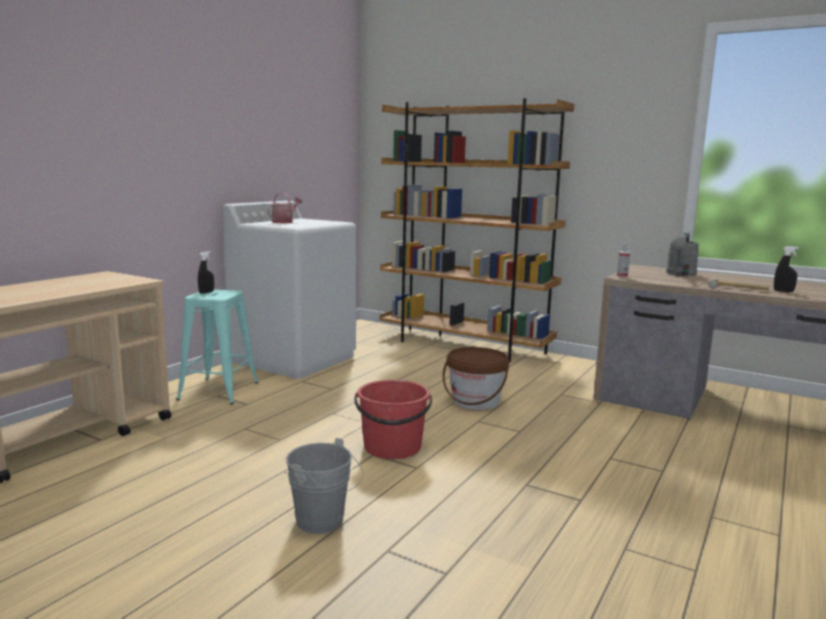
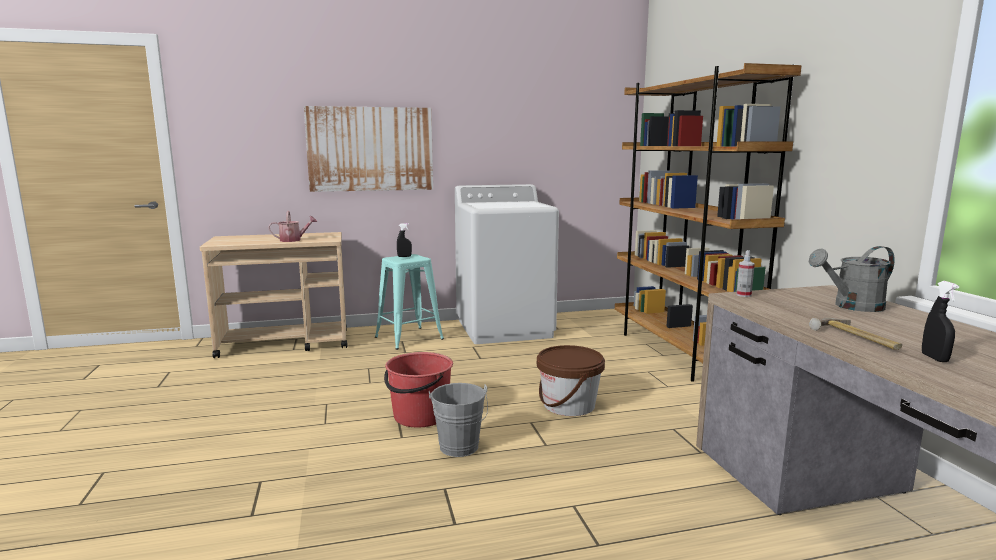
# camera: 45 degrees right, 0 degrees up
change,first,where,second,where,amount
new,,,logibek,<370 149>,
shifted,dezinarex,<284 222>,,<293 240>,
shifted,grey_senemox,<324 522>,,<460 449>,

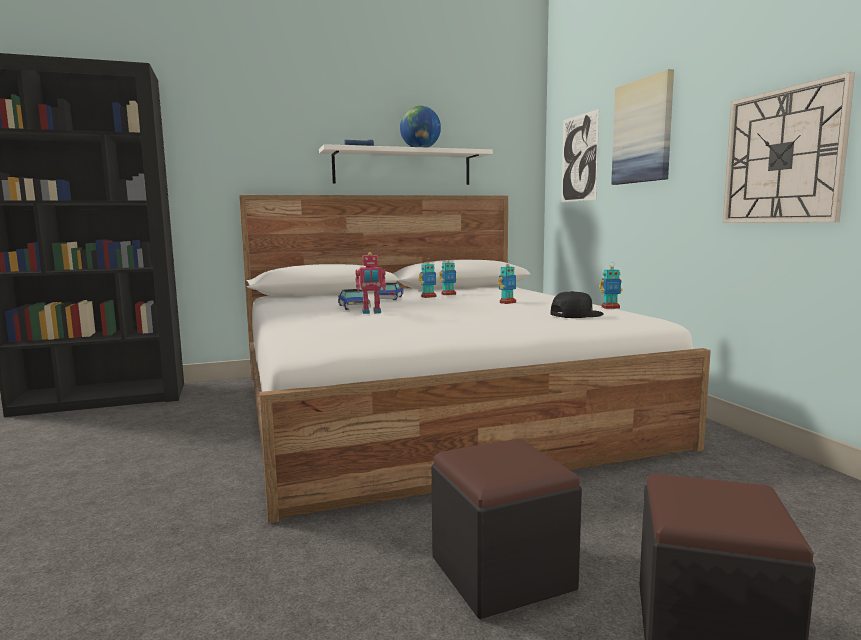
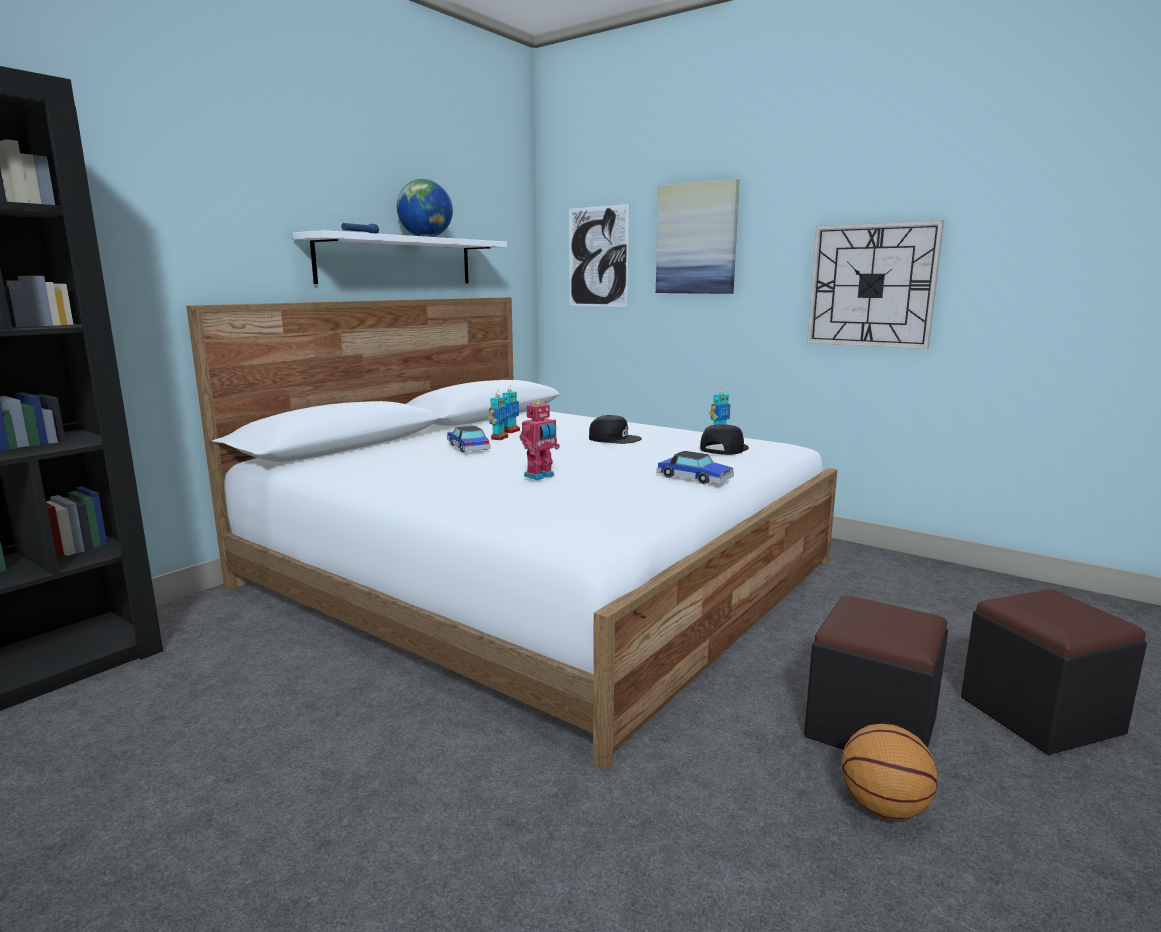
# camera: 35 degrees left, 5 degrees up
change,first,where,second,where,amount
new,,,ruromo,<883 808>,
shifted,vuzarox,<354 307>,,<694 478>,
swapped,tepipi,<507 302>,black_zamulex,<614 438>,

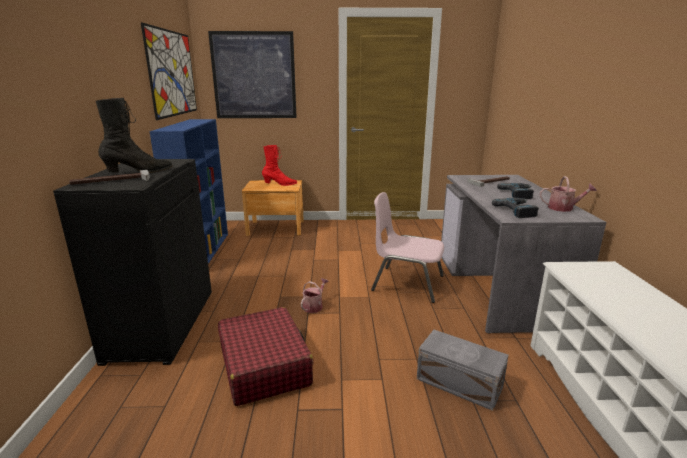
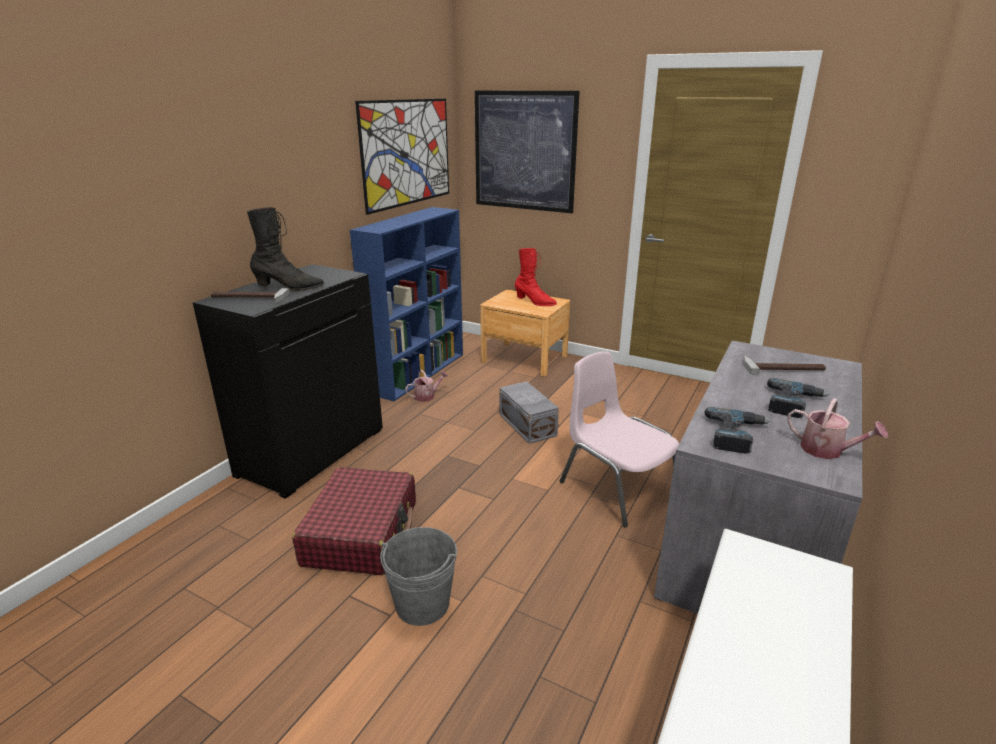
# camera: 30 degrees right, 5 degrees up
change,first,where,second,where,amount
new,,,grey_senemox,<422 604>,
shifted,dezinarex,<314 306>,,<427 396>,
shifted,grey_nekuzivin,<460 384>,,<527 425>,

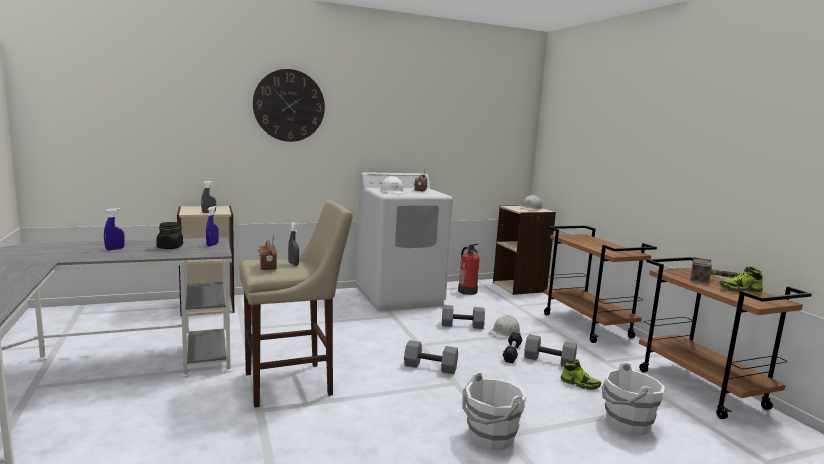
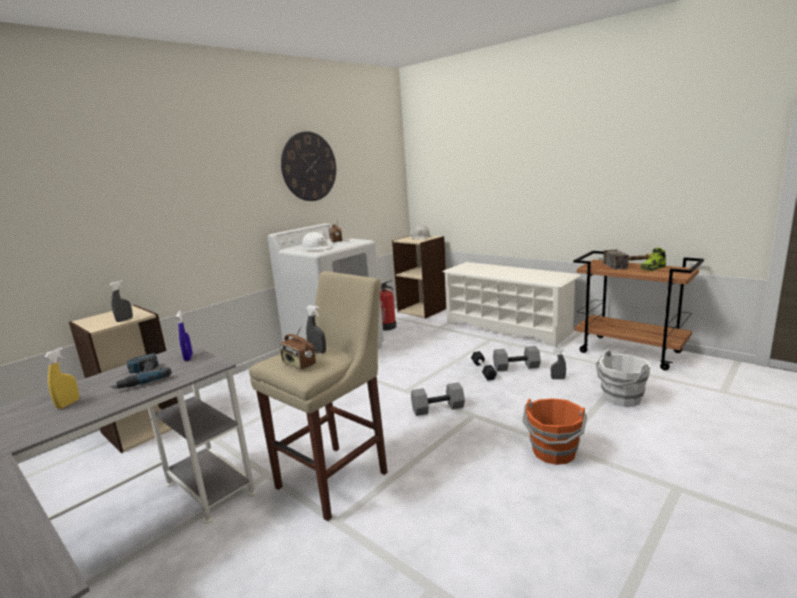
# camera: 25 degrees left, 5 degrees up
change,first,where,second,where,amount
gone,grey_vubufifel,<462 325>,,,
gone,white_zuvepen,<505 332>,,,
shifted,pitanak,<289 105>,,<309 166>,
swapped,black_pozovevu,<170 247>,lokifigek,<141 377>,
swapped,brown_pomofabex,<588 326>,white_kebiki,<508 328>,
swapped,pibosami,<579 384>,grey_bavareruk,<558 379>,
repainted,blue_bavareruk,<115 249>,yellow_bavareruk,<68 404>,
repainted,white_senemox,<490 437>,orange_senemox,<554 452>,

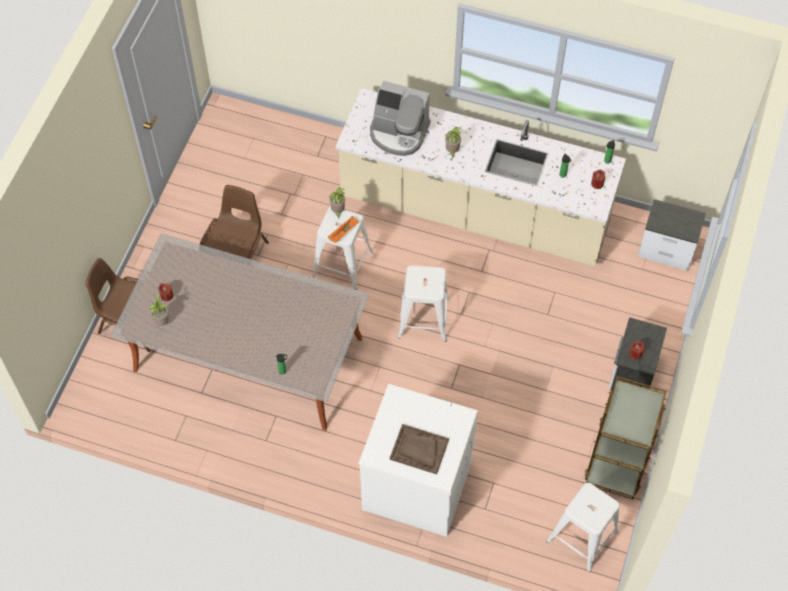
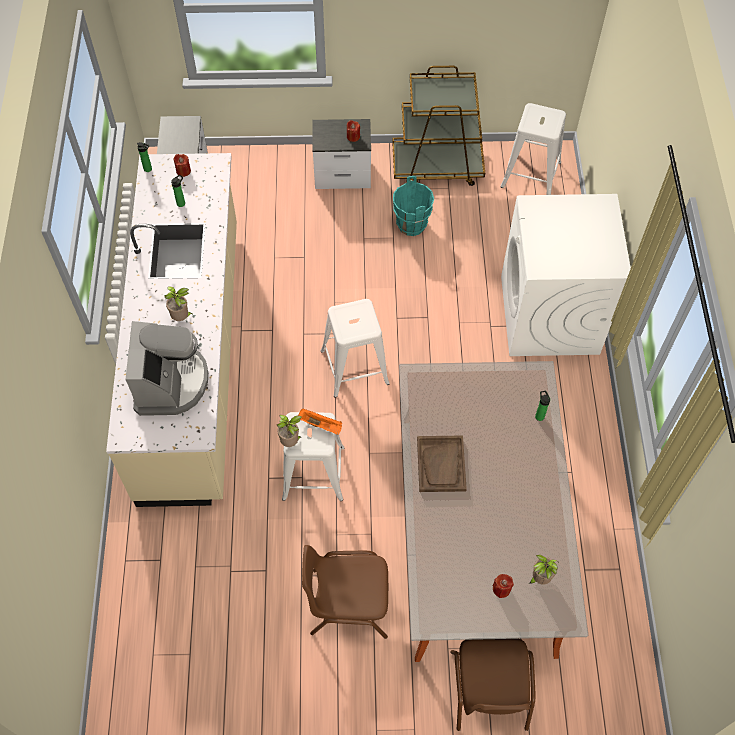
# camera: 110 degrees left, 0 degrees up
change,first,where,second,where,amount
new,,,turquoise_senemox,<411 225>,
shifted,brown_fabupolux,<419 450>,,<441 464>,

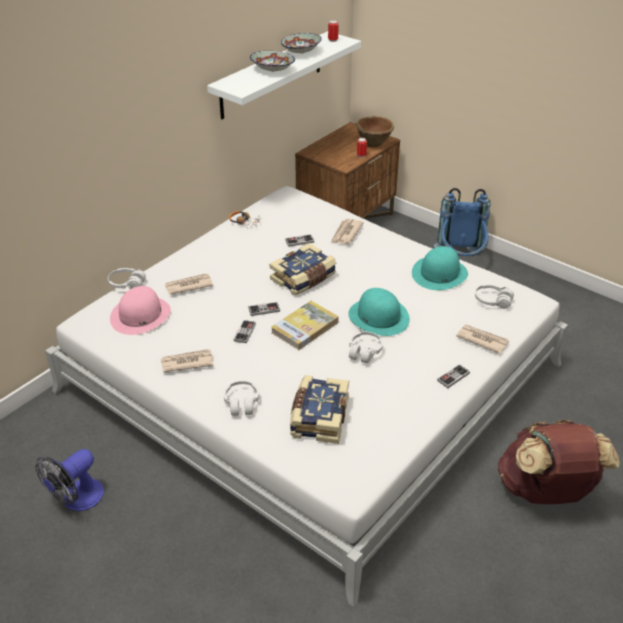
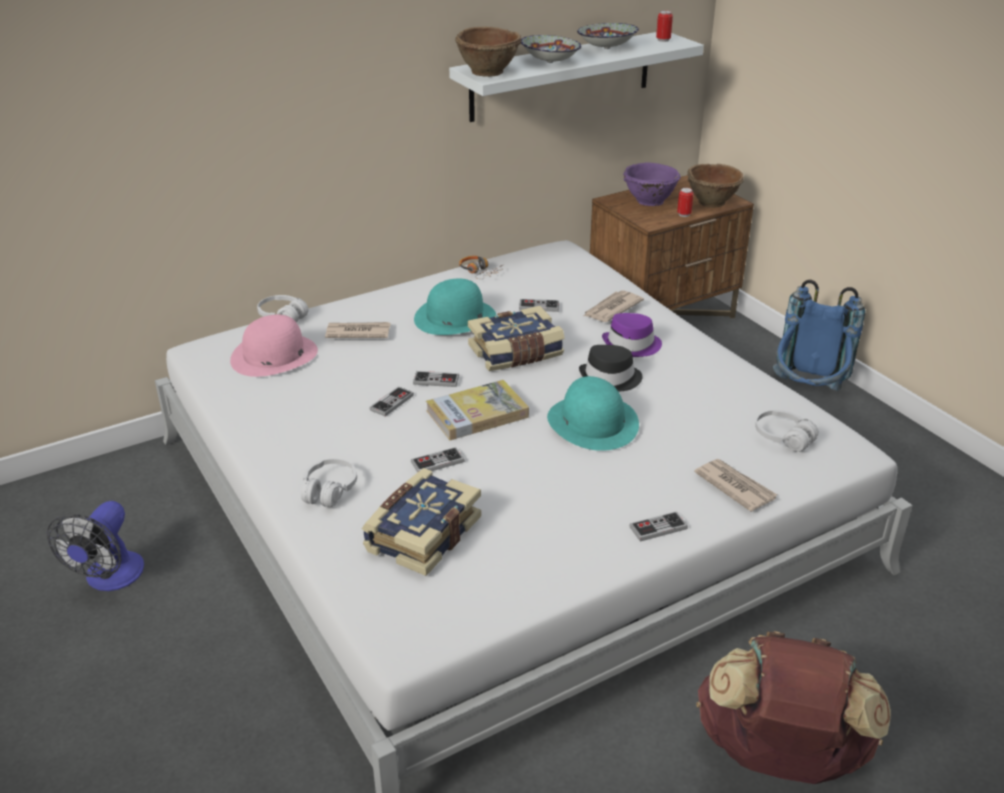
# camera: 20 degrees right, 5 degrees down
change,first,where,second,where,amount
gone,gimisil,<186 362>,,,
gone,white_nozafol,<364 352>,,,
new,,,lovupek,<437 462>,
new,,,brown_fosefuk,<489 72>,
new,,,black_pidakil,<611 378>,
new,,,purple_pidakil,<632 345>,
new,,,purple_fosefuk,<649 201>,
shifted,turquoise_pidakil,<439 273>,,<455 317>,
rotated,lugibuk,<77 500>,,<110 579>,45 degrees counterclockwise

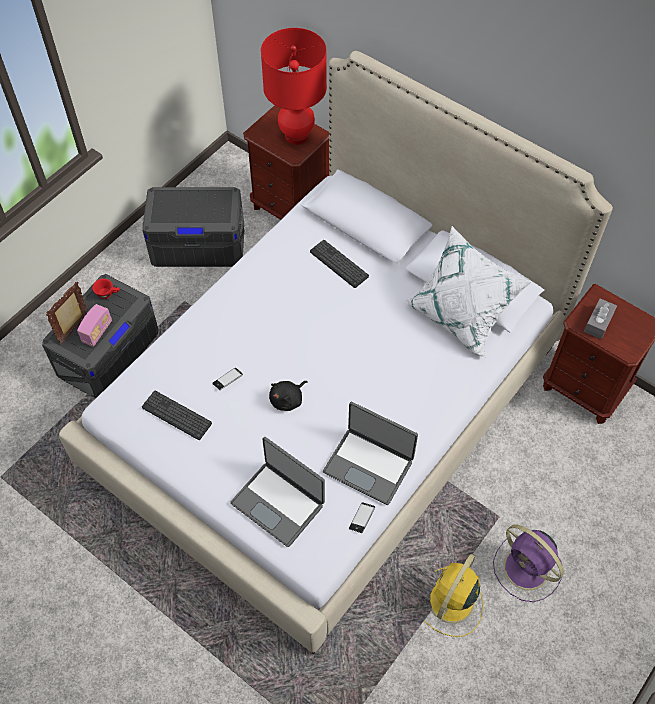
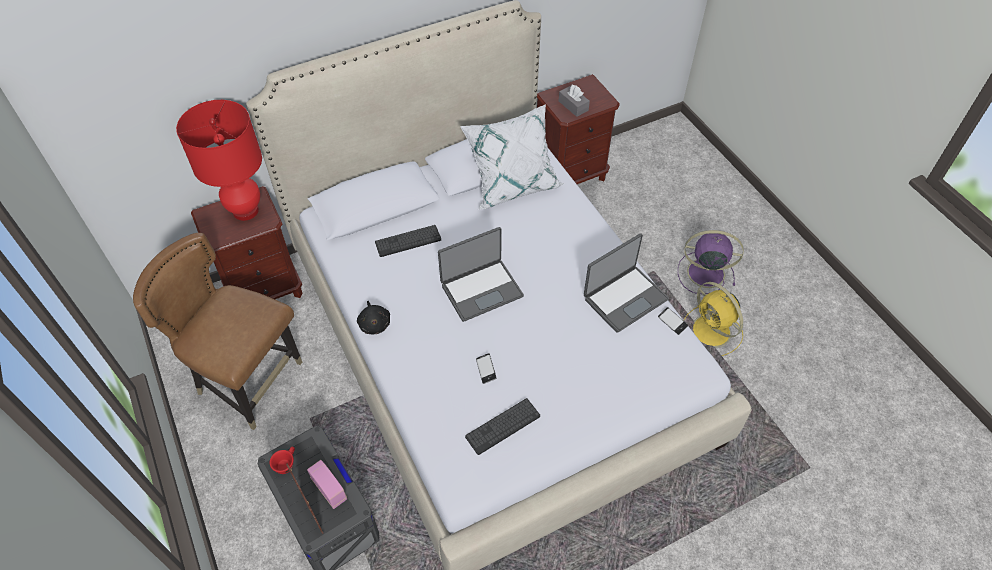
# camera: 65 degrees left, 5 degrees down
change,first,where,second,where,amount
shifted,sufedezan,<279 503>,,<481 289>,
shifted,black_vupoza,<288 399>,,<374 323>,
swapped,grey_nekuzivin,<198 244>,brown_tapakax,<249 381>,
rotated,purple_lugibuk,<528 569>,,<704 273>,150 degrees counterclockwise

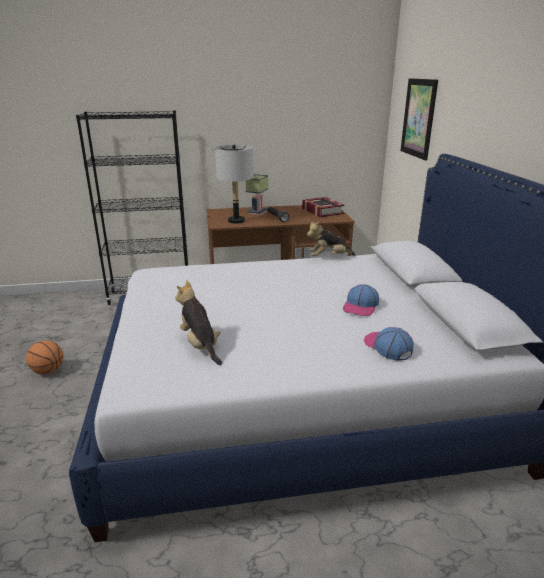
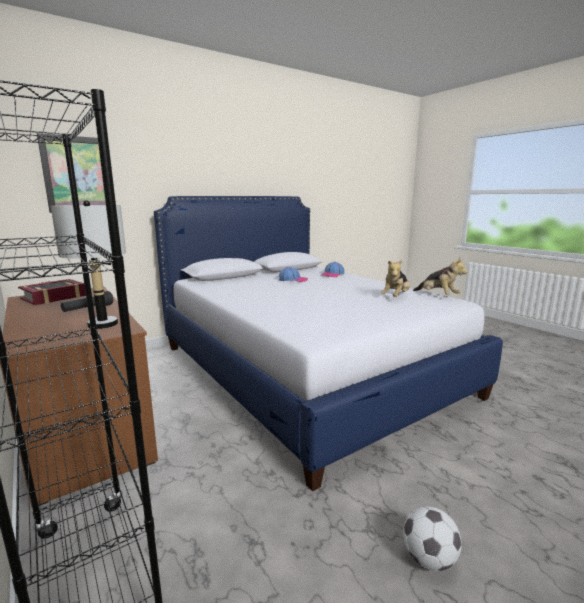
# camera: 115 degrees left, 10 degrees down
change,first,where,second,where,amount
gone,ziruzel,<256 212>,,,
shifted,vupoza,<328 257>,,<437 295>,
swapped,ruromo,<48 371>,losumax,<429 559>,

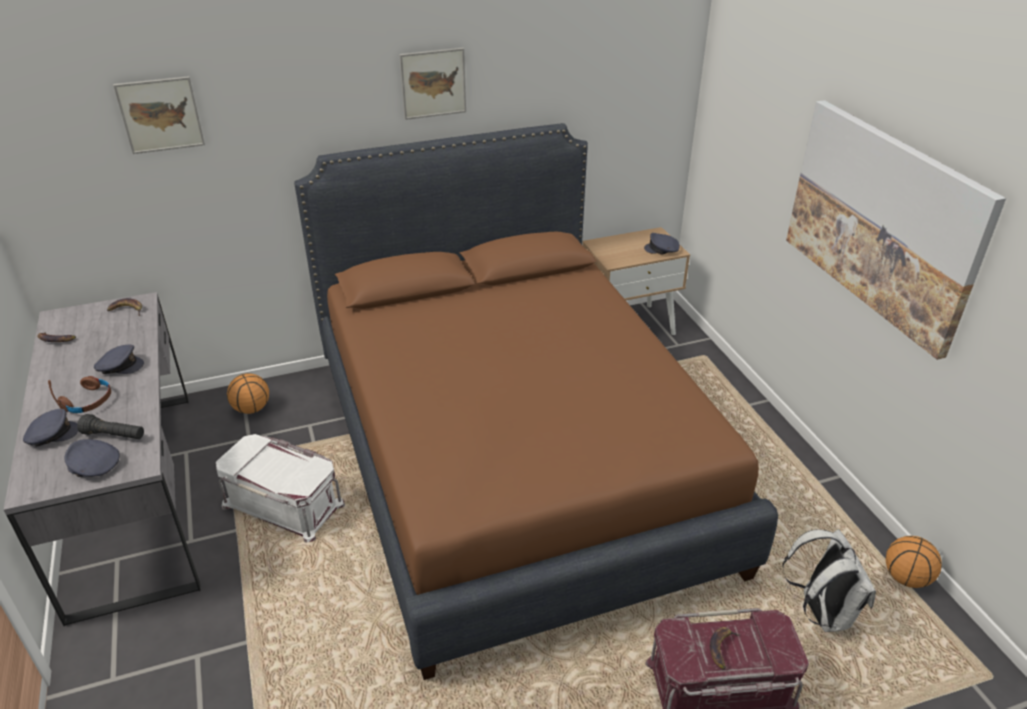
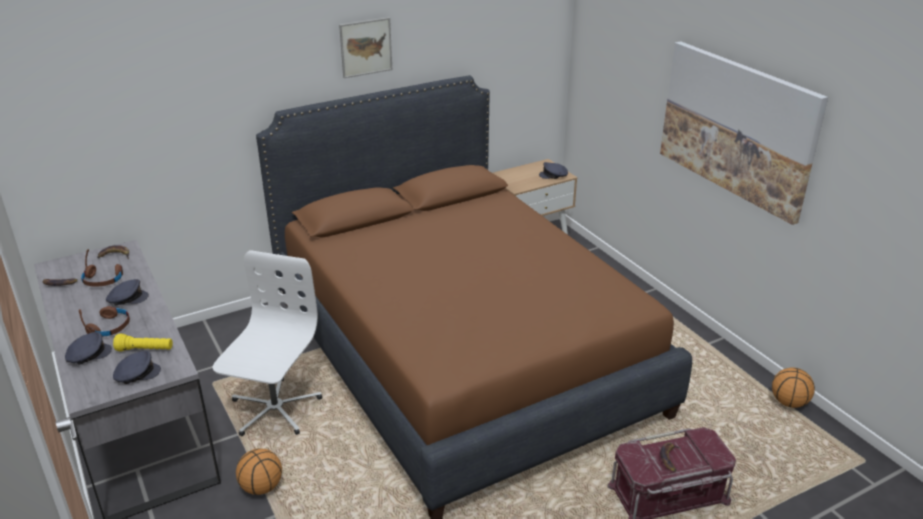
# camera: 10 degrees left, 5 degrees down
change,first,where,second,where,amount
gone,logibek,<160 115>,,,
gone,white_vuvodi,<821 612>,,,
new,,,brown_nozafol,<103 280>,
shifted,ruromo,<252 408>,,<262 487>,
swapped,white_nekuzivin,<284 504>,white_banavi,<274 409>,
repainted,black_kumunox,<114 435>,yellow_kumunox,<145 350>,
rotated,grey_zamulex,<93 466>,,<136 374>,150 degrees clockwise

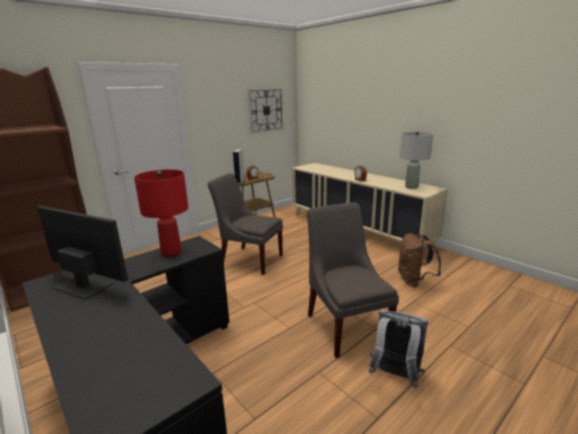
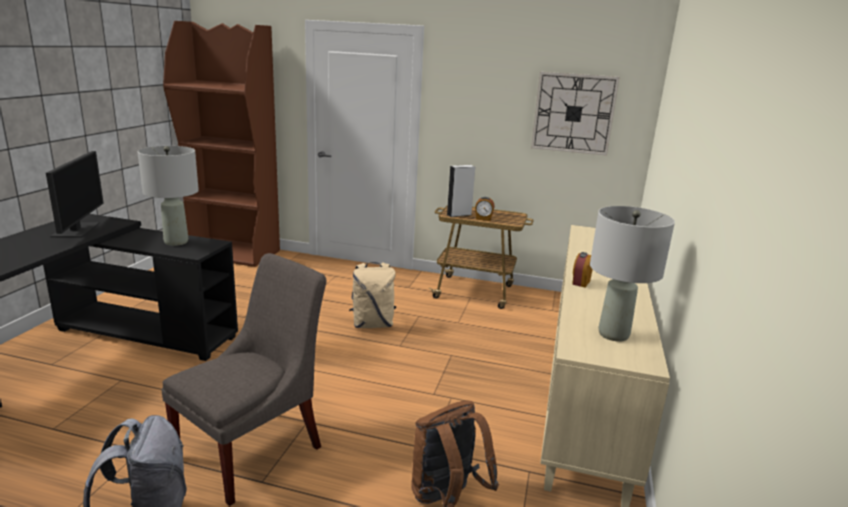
# camera: 55 degrees right, 0 degrees up
change,first,where,second,where,amount
swapped,grey_tapakax,<249 259>,beige_vuvodi,<372 324>,
repainted,red_ziruzel,<172 252>,grey_ziruzel,<176 242>,

